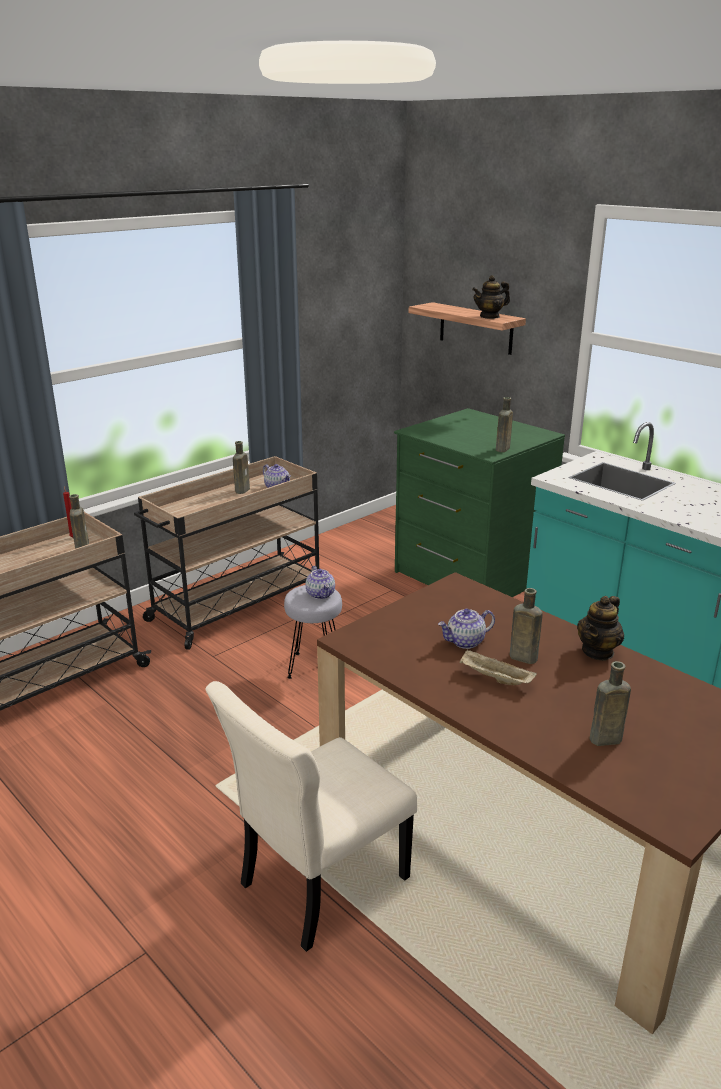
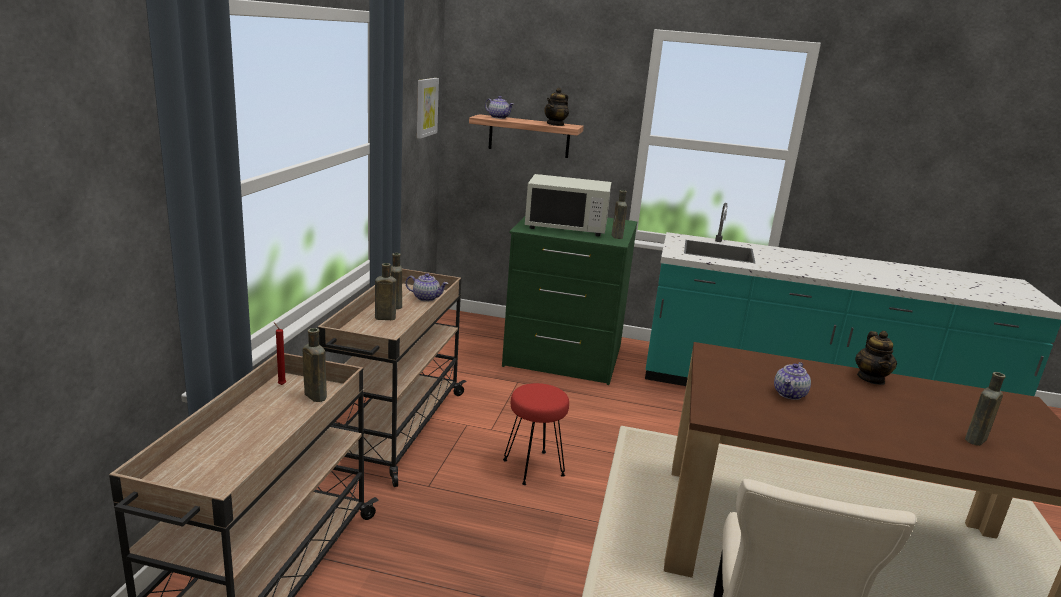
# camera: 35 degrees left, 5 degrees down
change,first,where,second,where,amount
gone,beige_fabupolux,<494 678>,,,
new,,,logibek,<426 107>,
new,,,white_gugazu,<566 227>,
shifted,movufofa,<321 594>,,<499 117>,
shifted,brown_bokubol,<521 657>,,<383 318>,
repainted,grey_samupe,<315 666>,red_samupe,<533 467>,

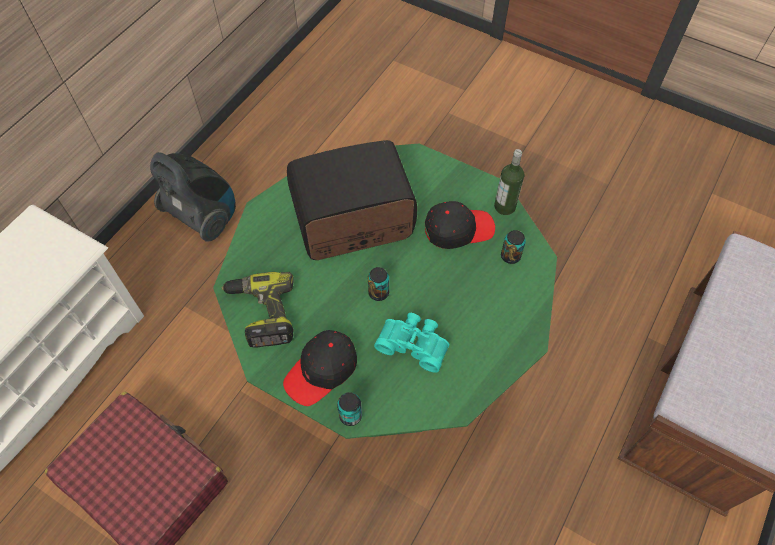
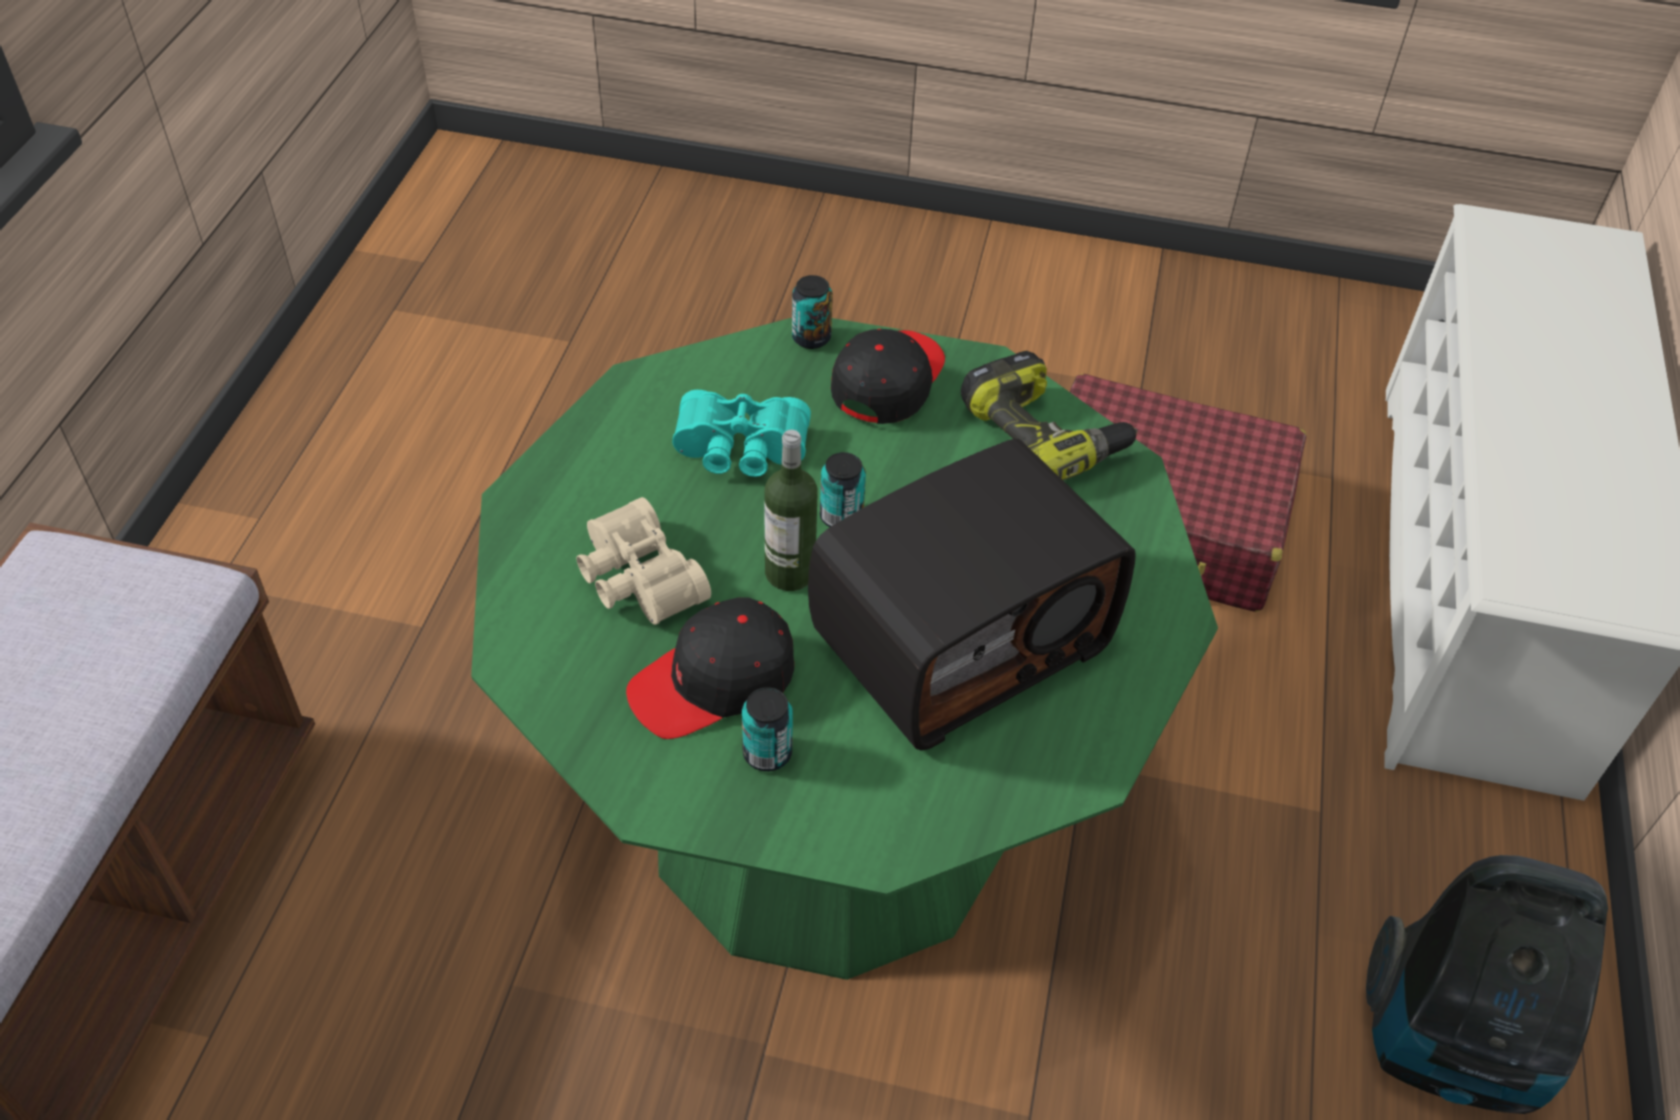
# camera: 160 degrees right, 10 degrees down
change,first,where,second,where,amount
new,,,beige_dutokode,<636 580>,
shifted,bokubol,<504 206>,,<790 572>,
shifted,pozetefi,<510 256>,,<767 753>,

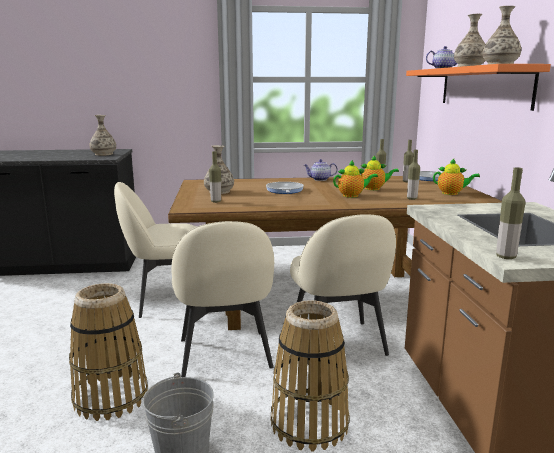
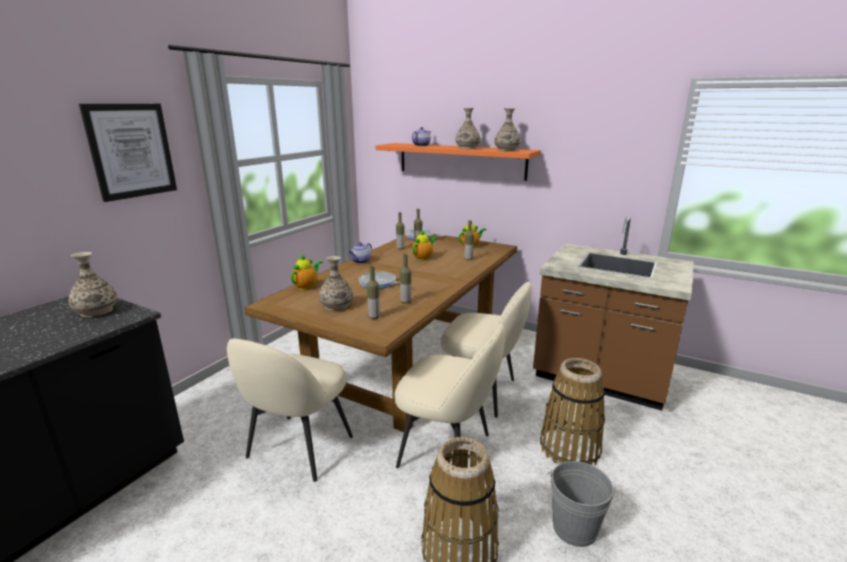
# camera: 55 degrees left, 5 degrees up
change,first,where,second,where,amount
new,,,logibek,<131 151>,
shifted,movufofa,<352 196>,,<307 286>,
shifted,bokubol,<505 257>,,<405 301>,

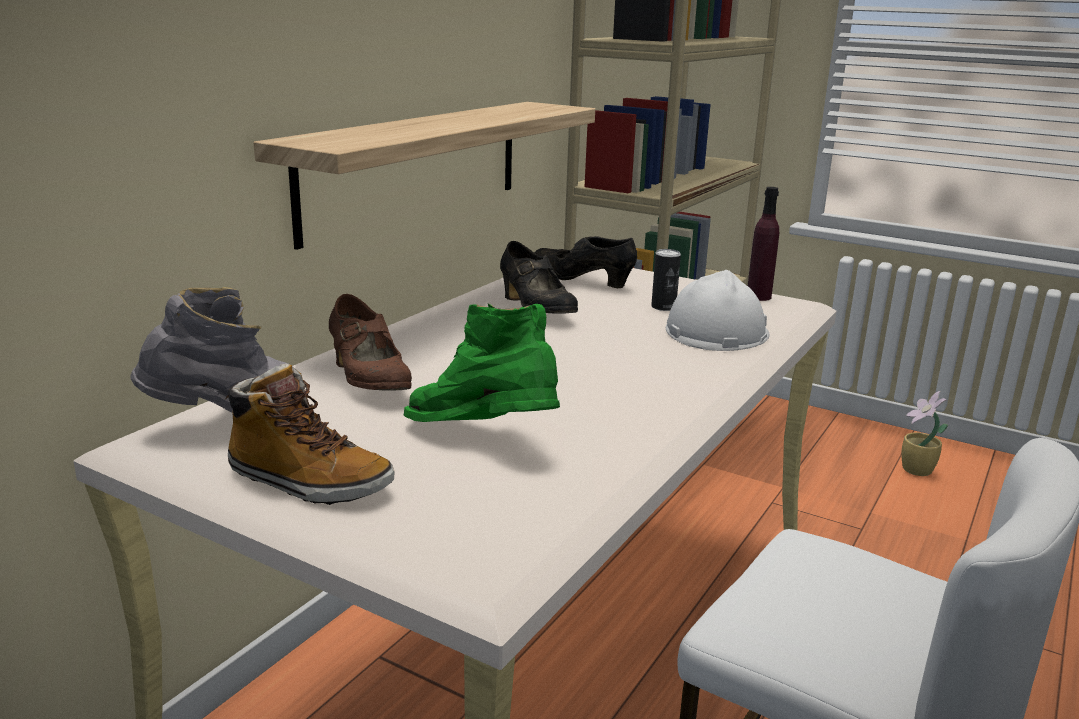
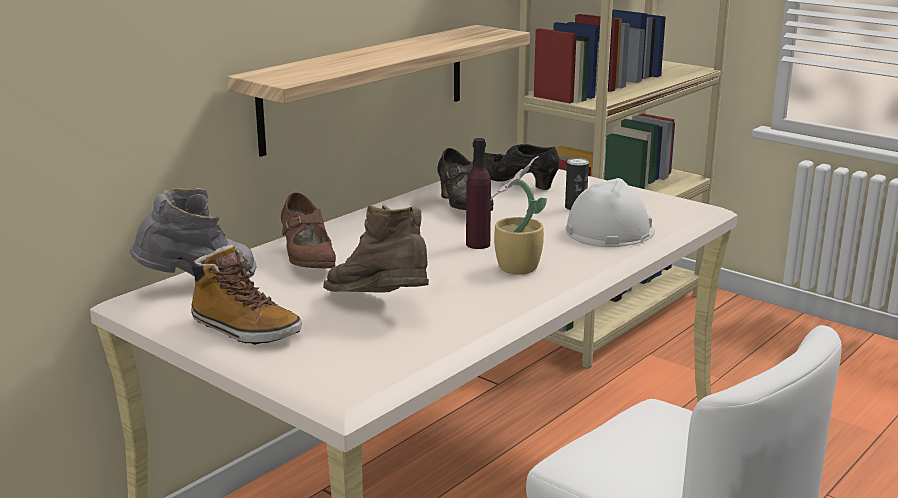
# camera: 10 degrees right, 0 degrees up
change,first,where,second,where,amount
shifted,purple_bokubol,<758 296>,,<478 244>,
shifted,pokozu,<916 471>,,<516 269>,
repainted,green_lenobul,<483 438>,brown_lenobul,<379 306>,

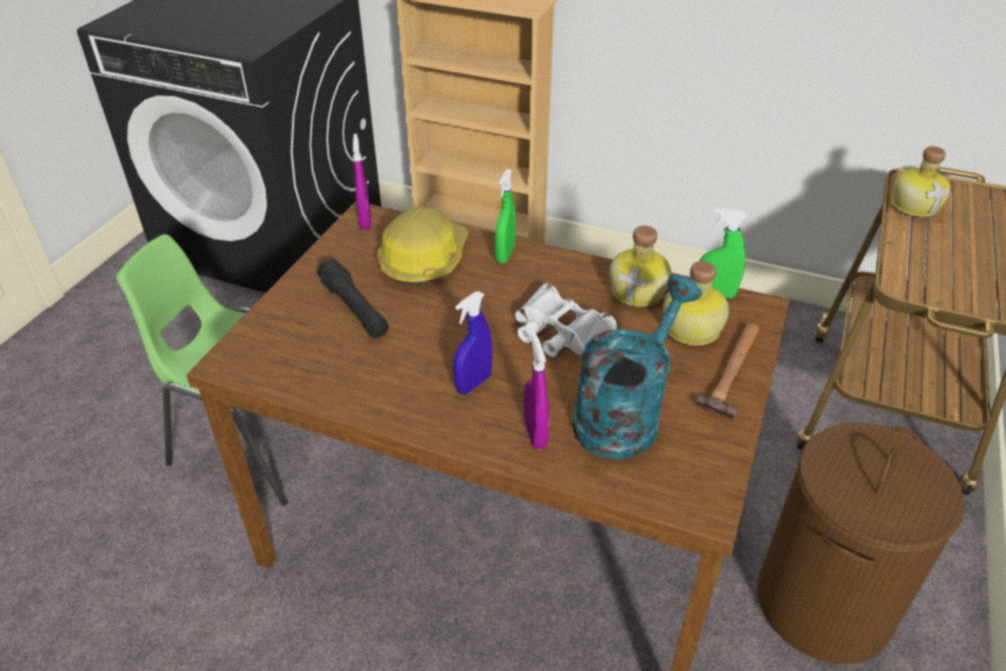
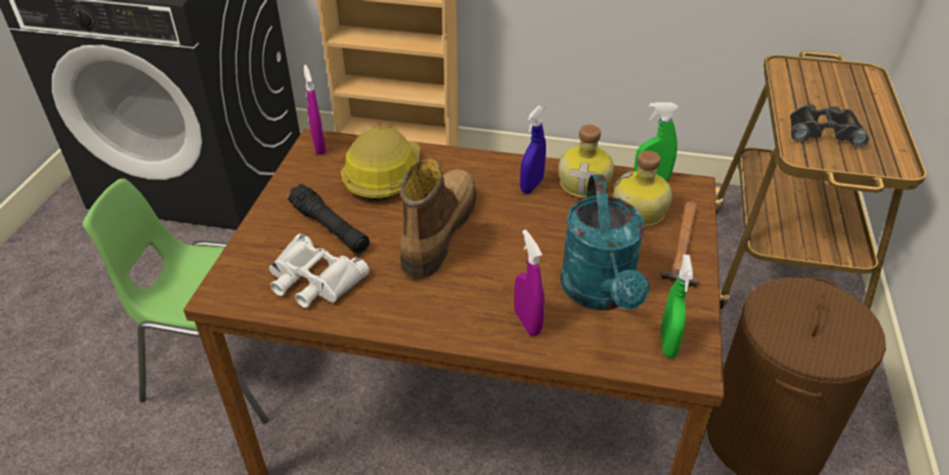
# camera: 10 degrees left, 0 degrees up
change,first,where,second,where,amount
gone,bokubol,<915 205>,,,
new,,,lenobul,<437 231>,
new,,,black_dutokode,<823 131>,
shifted,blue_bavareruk,<473 384>,,<531 186>,
shifted,green_bavareruk,<505 255>,,<668 343>,
shifted,white_dutokode,<558 331>,,<313 280>,
rotated,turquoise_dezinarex,<624 413>,,<601 294>,150 degrees clockwise

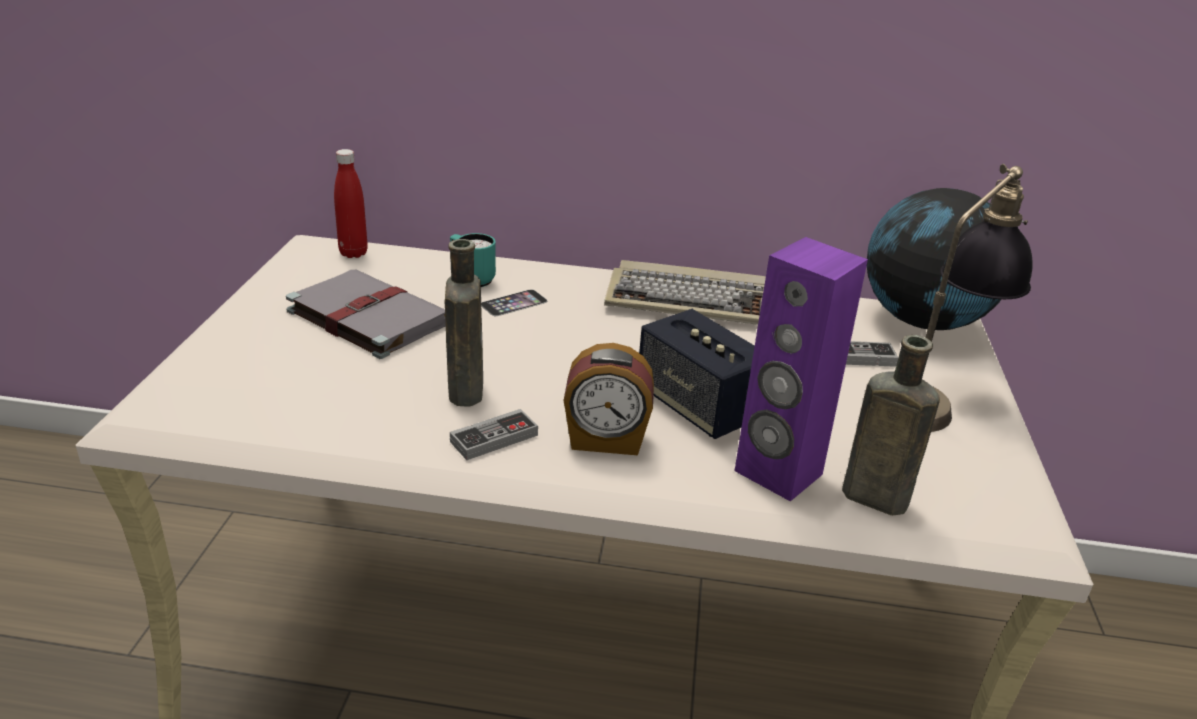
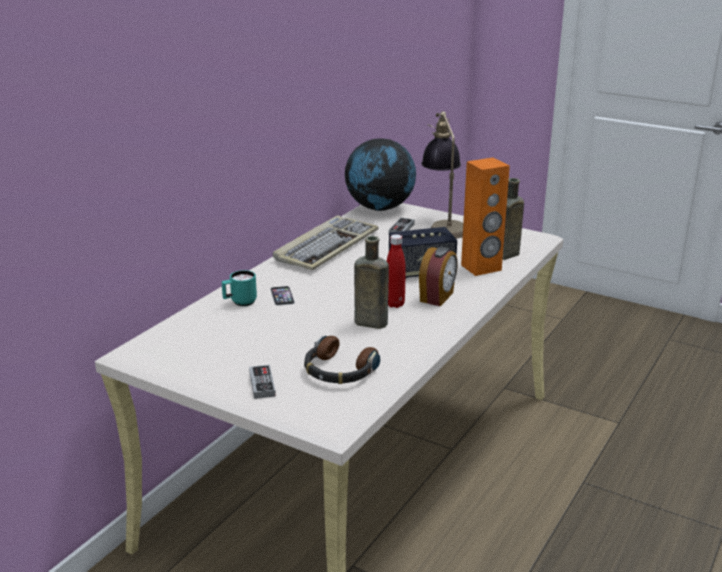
# camera: 65 degrees left, 5 degrees down
change,first,where,second,where,amount
gone,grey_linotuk,<366 316>,,,
new,,,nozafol,<339 371>,
shifted,red_bokubol,<353 253>,,<395 304>,
shifted,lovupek,<494 438>,,<262 384>,
repainted,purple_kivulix,<777 473>,orange_kivulix,<481 268>,

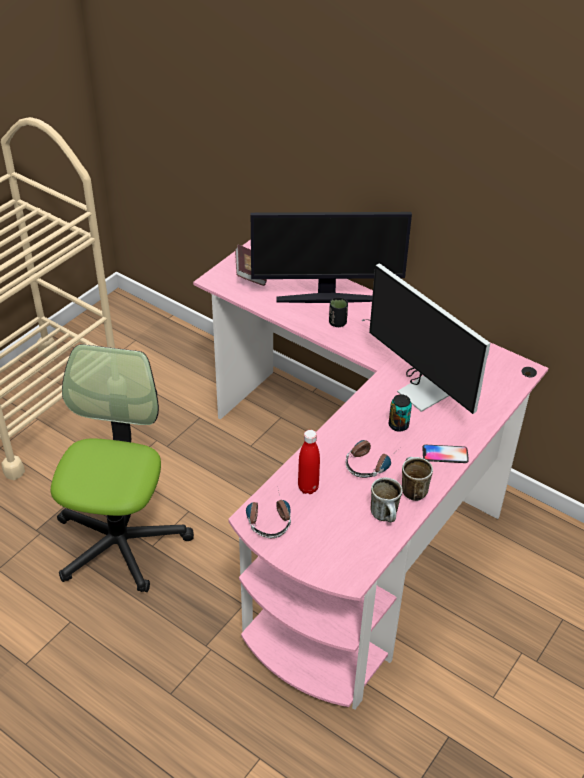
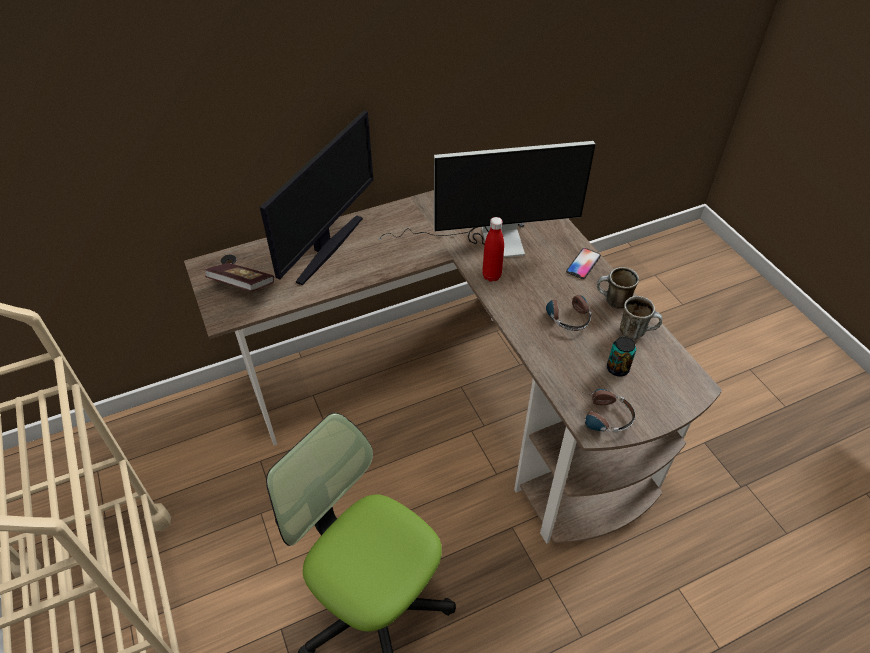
# camera: 60 degrees left, 5 degrees up
change,first,where,second,where,amount
gone,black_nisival,<337 323>,,,
shifted,red_bokubol,<308 488>,,<491 276>,
shifted,pozetefi,<398 425>,,<617 368>,
repainted,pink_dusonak,<353 514>,brown_dusonak,<461 396>,

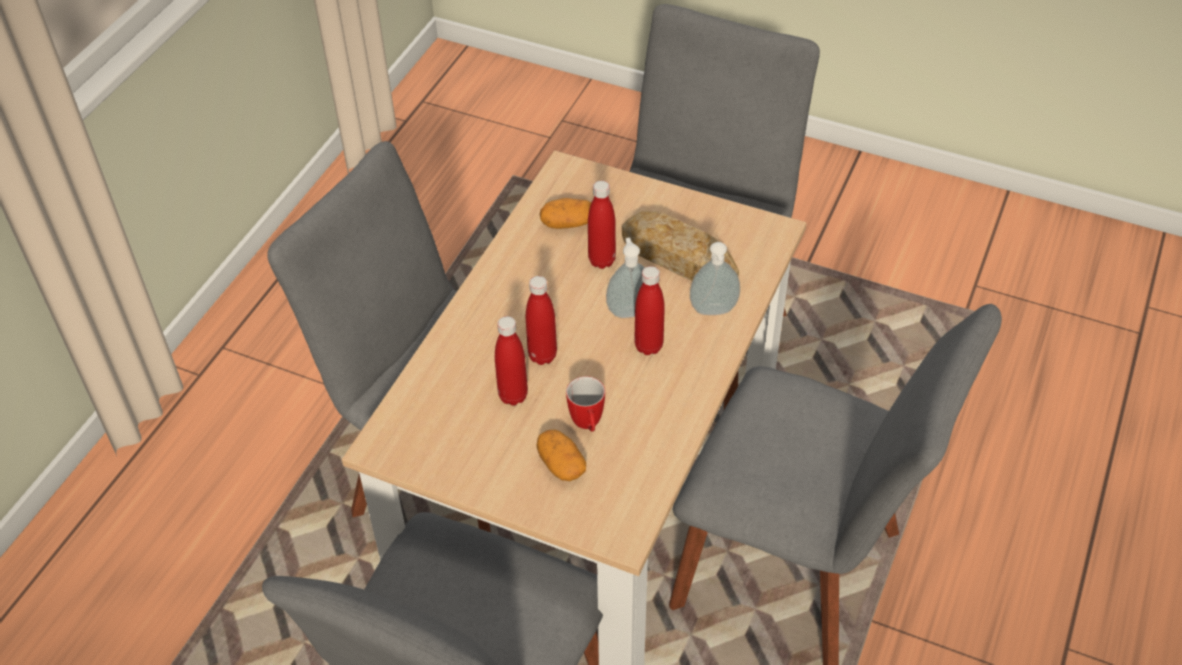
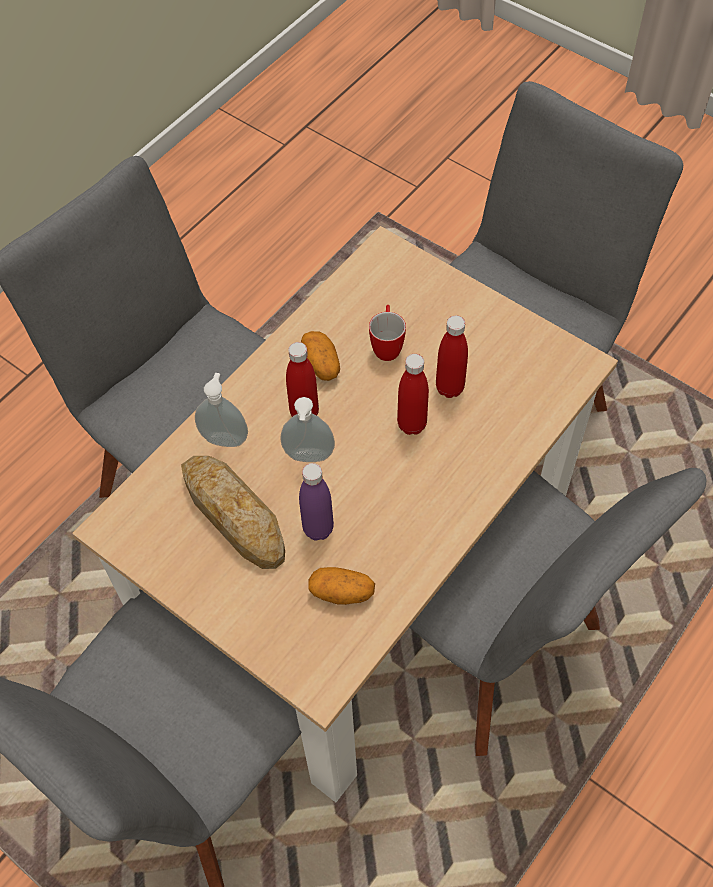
# camera: 165 degrees left, 10 degrees up
change,first,where,second,where,amount
shifted,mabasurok,<561 465>,,<321 364>,
repainted,red_bokubol,<601 260>,purple_bokubol,<318 529>,

